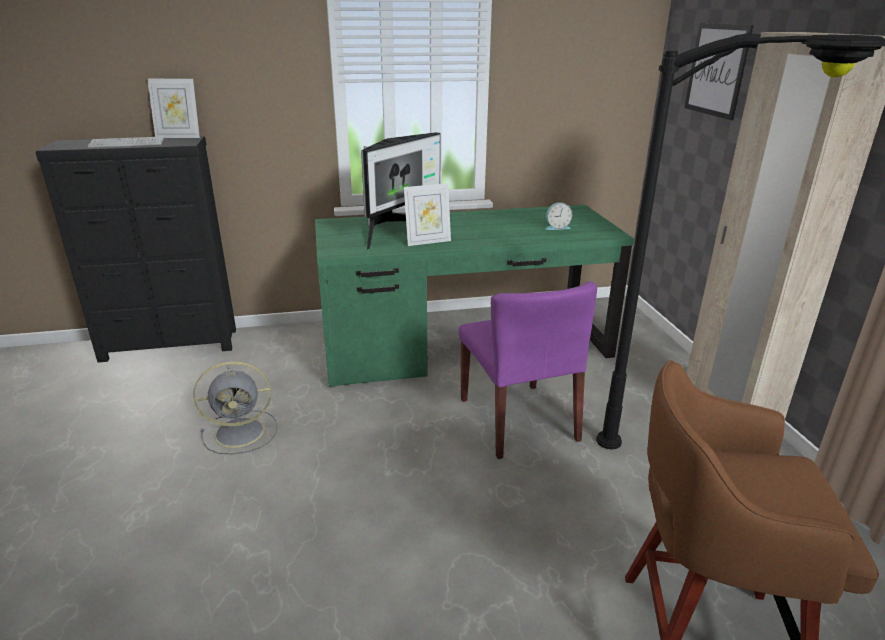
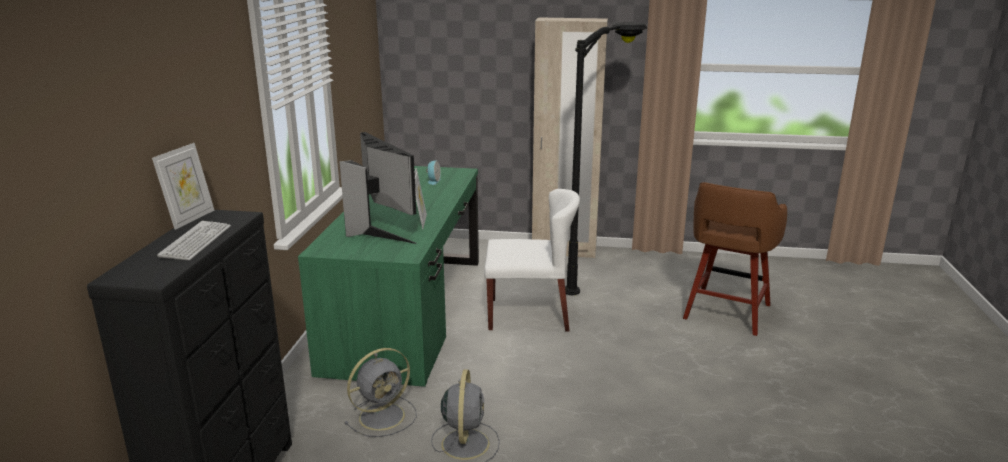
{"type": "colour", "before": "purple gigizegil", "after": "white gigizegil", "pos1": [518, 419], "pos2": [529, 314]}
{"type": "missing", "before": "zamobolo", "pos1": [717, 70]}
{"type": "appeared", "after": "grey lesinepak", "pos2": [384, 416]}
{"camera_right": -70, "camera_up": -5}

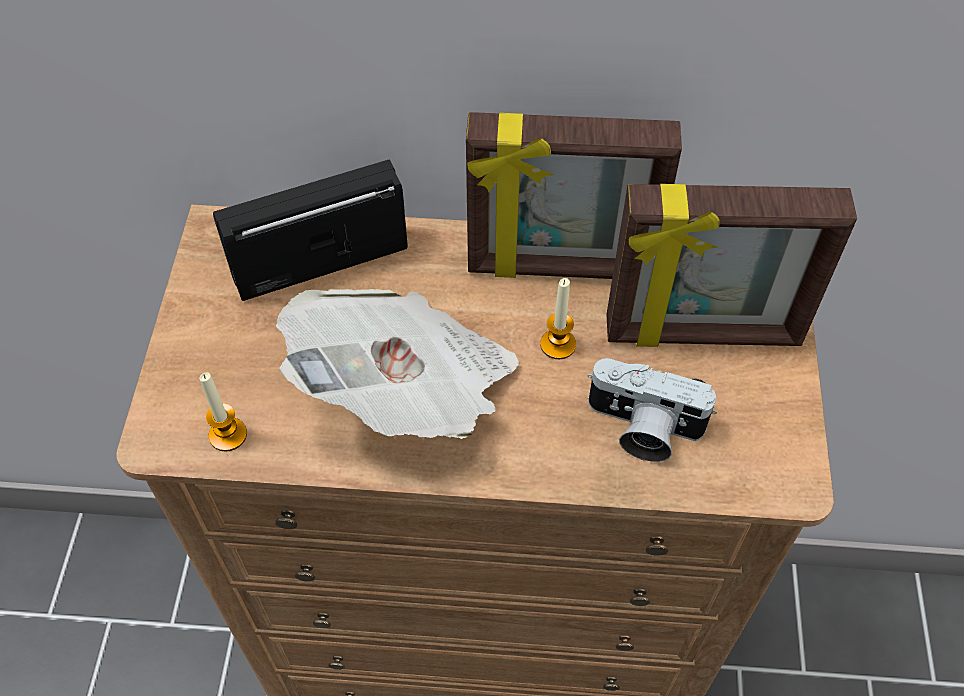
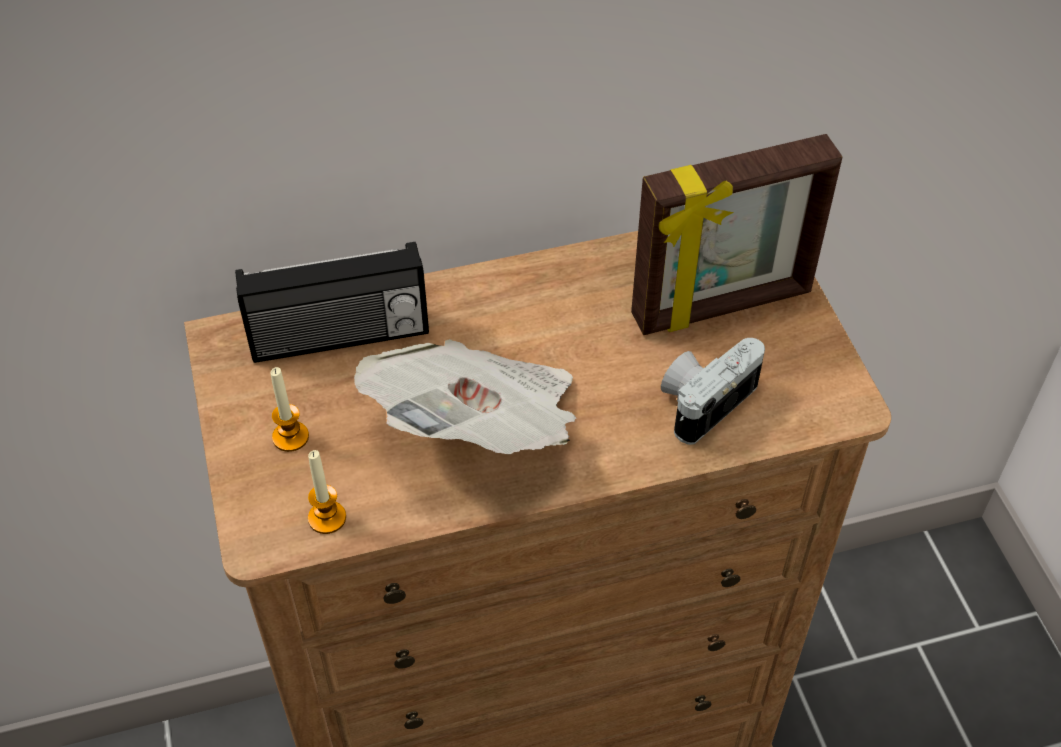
{"type": "spun", "before": "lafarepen", "pos1": [320, 260], "pos2": [340, 338], "turn": -150}
{"type": "missing", "before": "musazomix", "pos1": [560, 268]}
{"type": "relocated", "before": "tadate", "pos1": [558, 344], "pos2": [290, 437]}
{"type": "spun", "before": "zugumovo", "pos1": [642, 428], "pos2": [704, 400], "turn": 135}
{"camera_right": -20, "camera_up": -5}

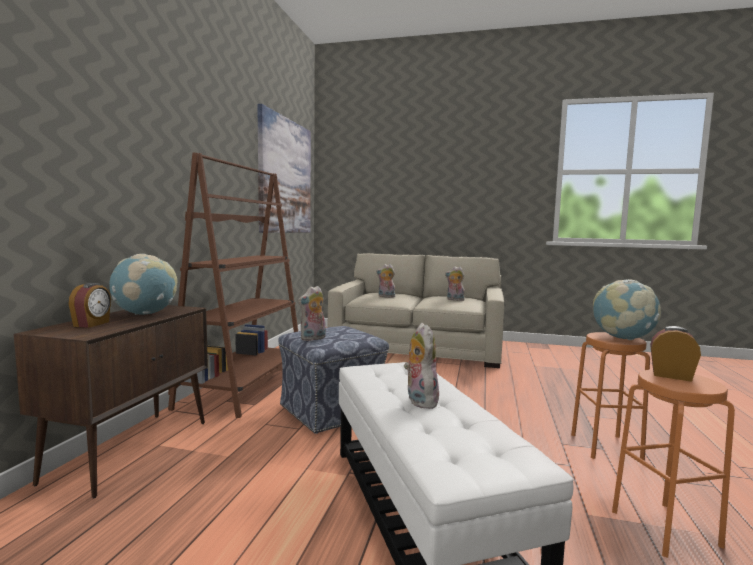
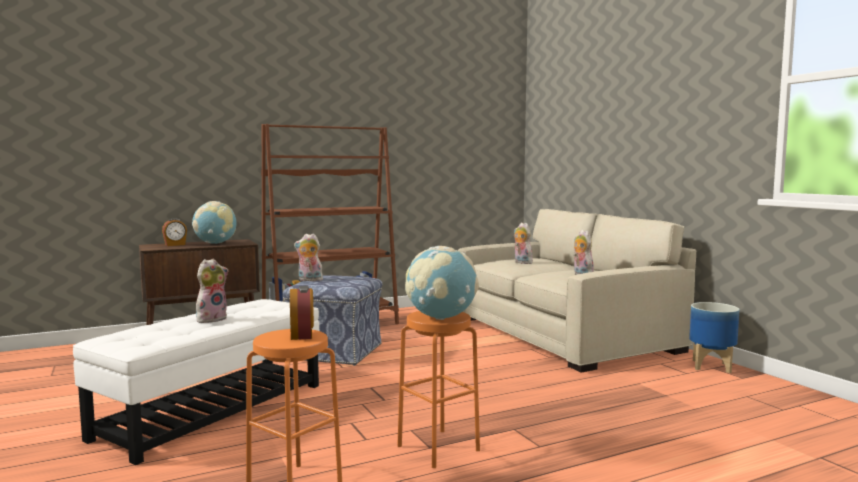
{"type": "missing", "before": "zamobolo", "pos1": [285, 176]}
{"type": "appeared", "after": "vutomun", "pos2": [712, 366]}
{"camera_right": 50, "camera_up": 0}

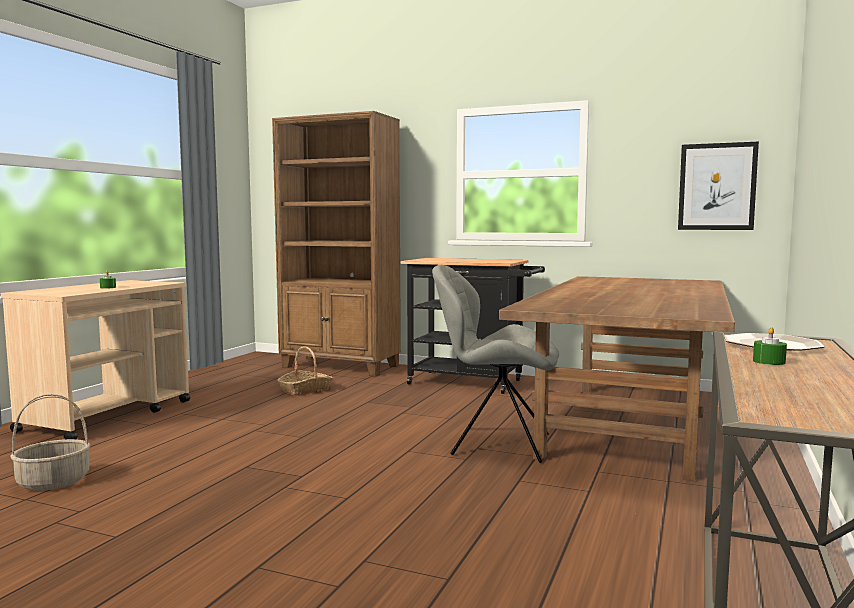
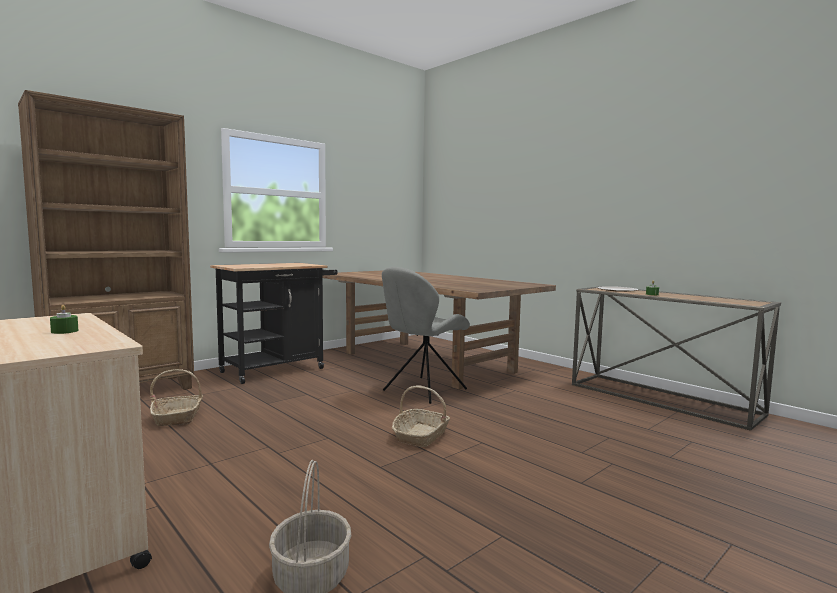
{"type": "missing", "before": "zamobolo", "pos1": [717, 187]}
{"type": "appeared", "after": "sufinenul", "pos2": [421, 436]}
{"camera_right": -65, "camera_up": 0}

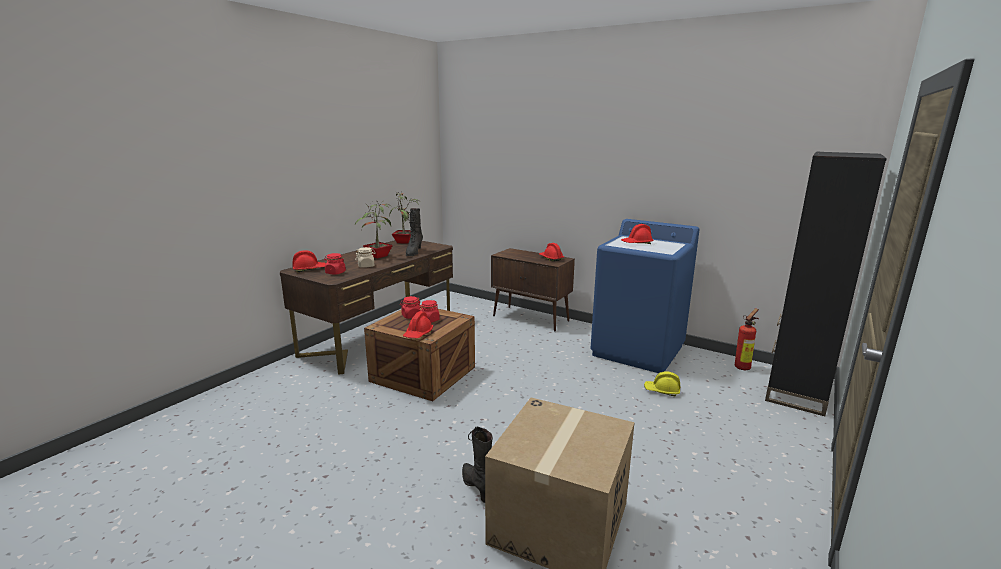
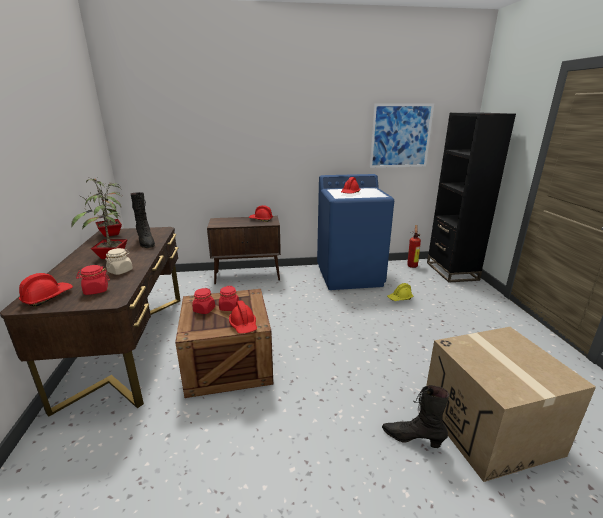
{"type": "appeared", "after": "zamobolo", "pos2": [400, 136]}
{"camera_right": -40, "camera_up": 5}

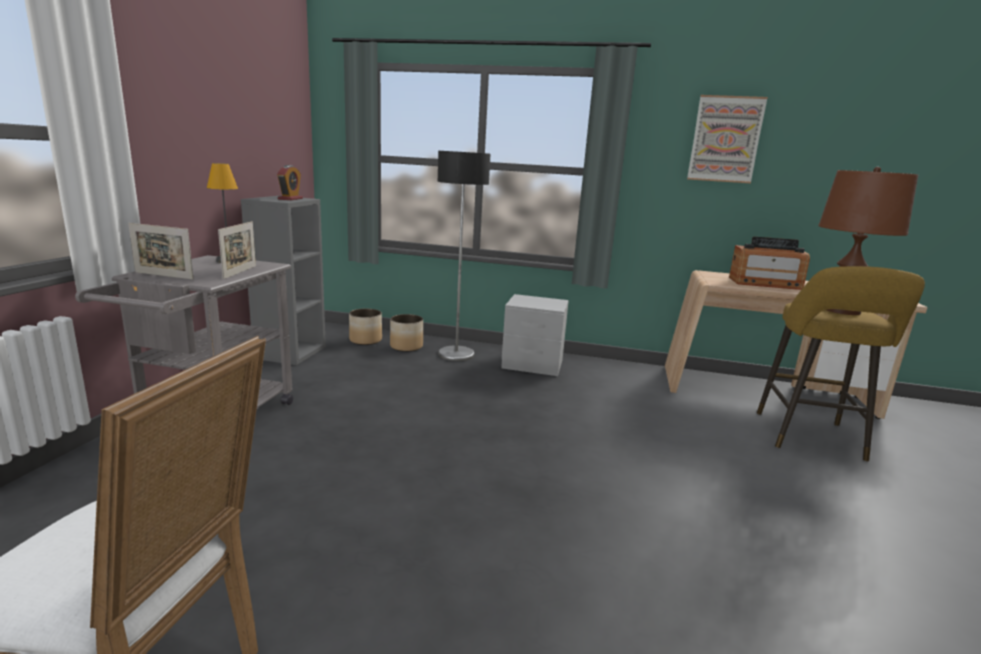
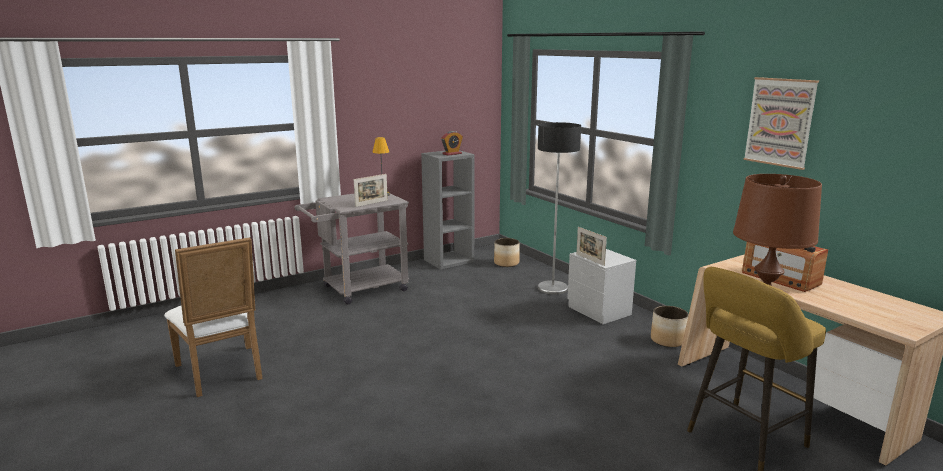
{"type": "relocated", "before": "musazomix", "pos1": [164, 275], "pos2": [590, 259]}
{"type": "relocated", "before": "vutomun", "pos1": [406, 346], "pos2": [668, 340]}
{"camera_right": 45, "camera_up": 0}

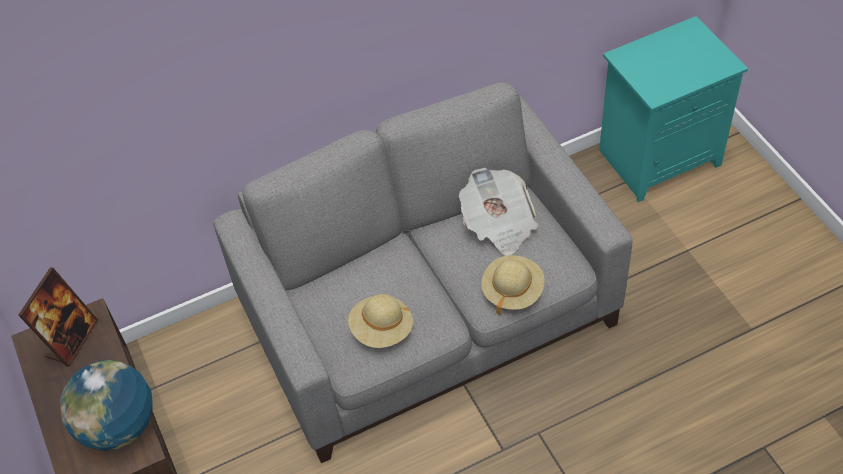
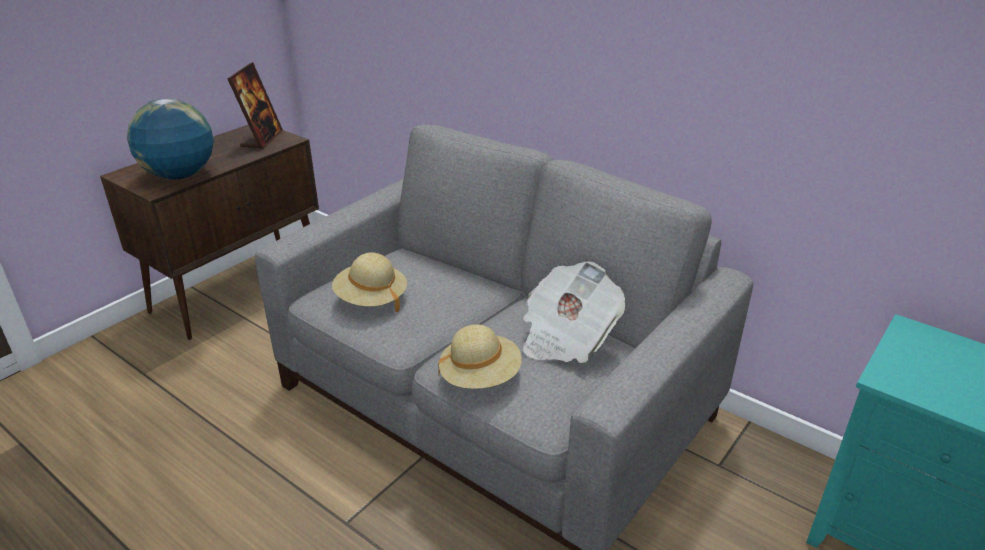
{"type": "spun", "before": "musazomix", "pos1": [72, 340], "pos2": [261, 139], "turn": -75}
{"camera_right": 60, "camera_up": -20}

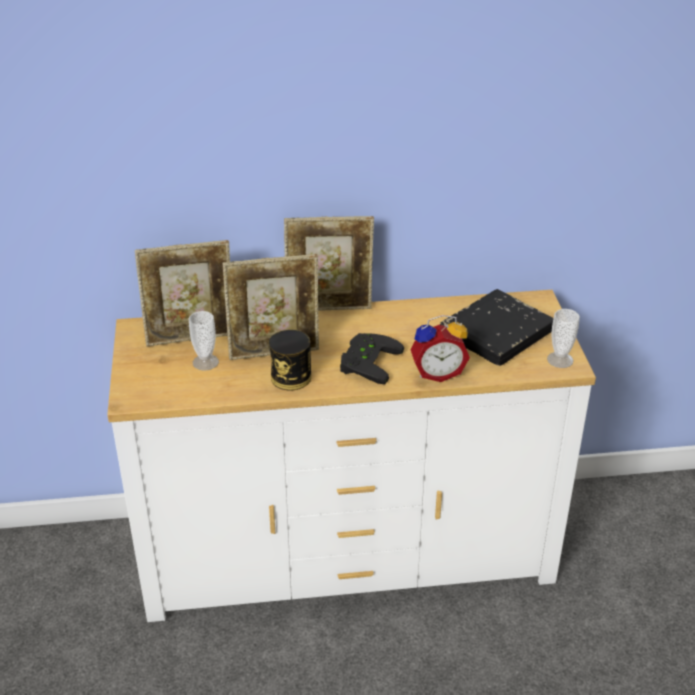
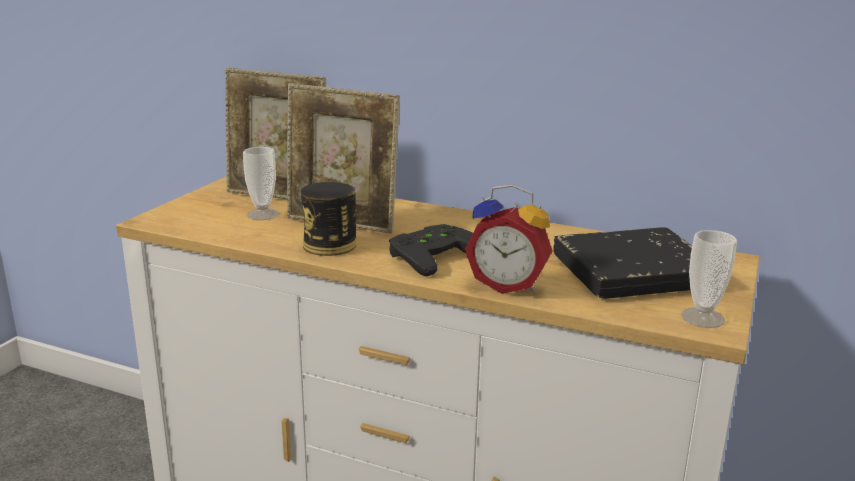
{"type": "missing", "before": "musazomix", "pos1": [329, 307]}
{"camera_right": 30, "camera_up": -15}

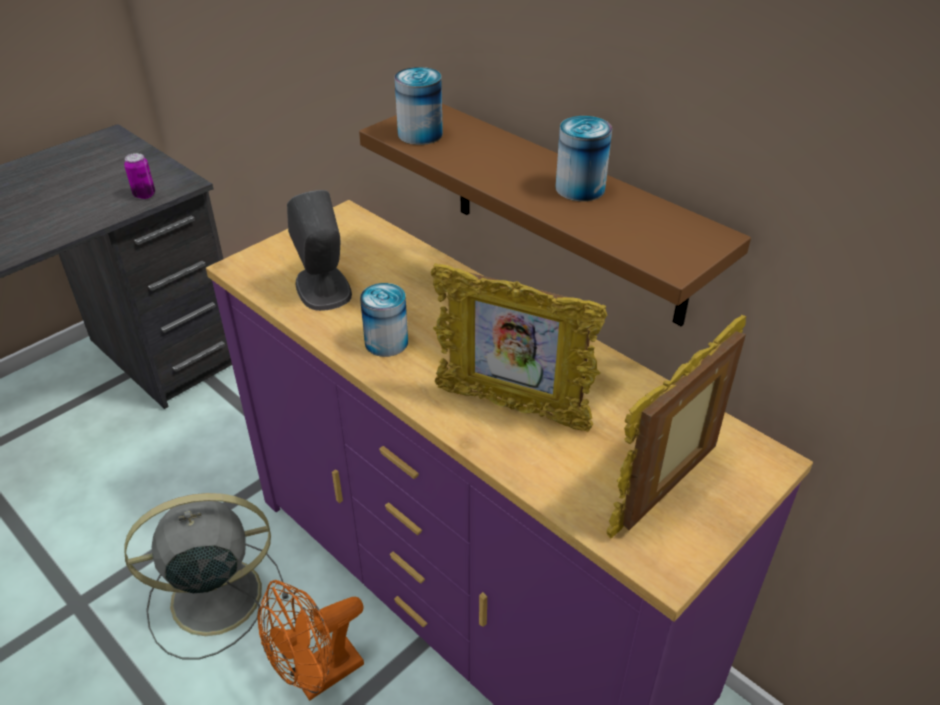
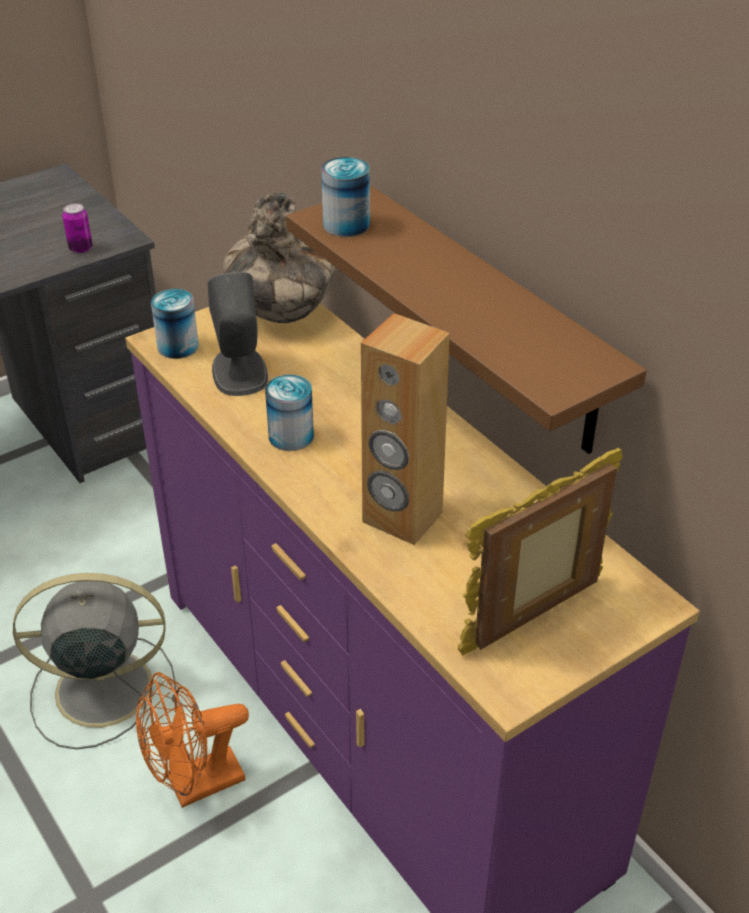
{"type": "exchanged", "before": "musazomix", "after": "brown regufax", "pos1": [512, 408], "pos2": [402, 518]}
{"type": "relocated", "before": "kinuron", "pos1": [580, 188], "pos2": [178, 346]}
{"type": "appeared", "after": "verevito", "pos2": [282, 312]}
{"camera_right": 10, "camera_up": 0}

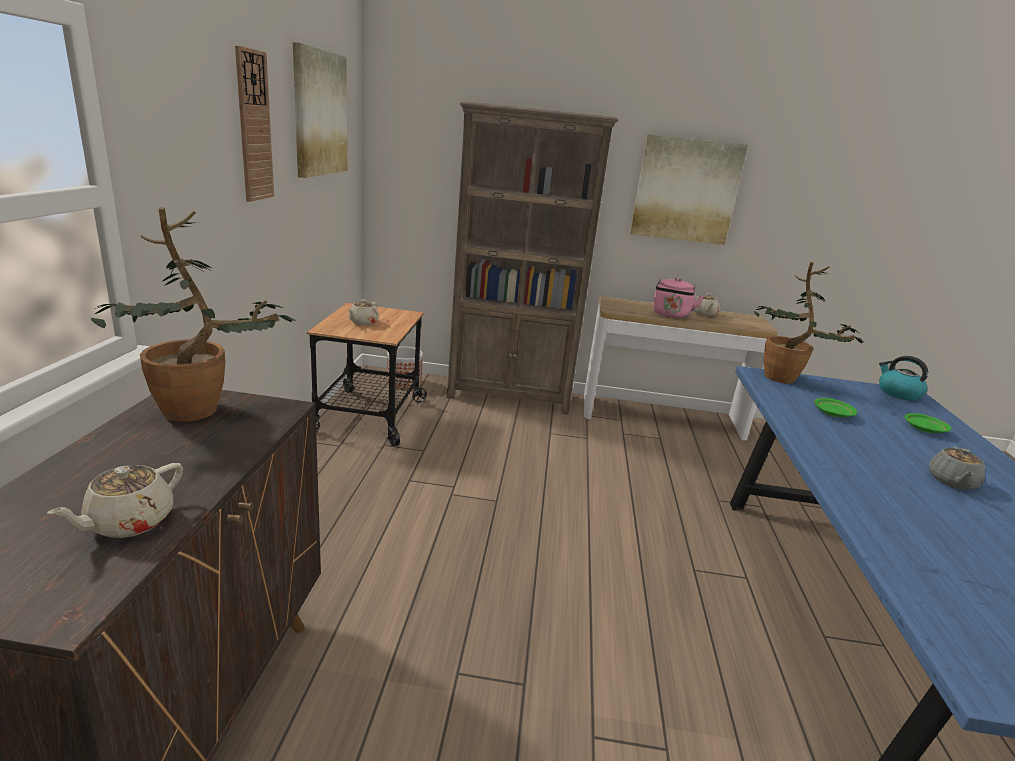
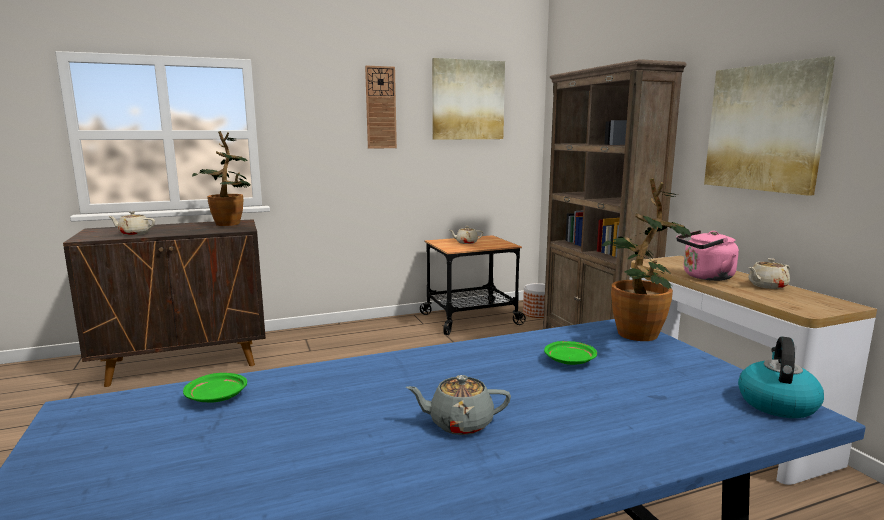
{"type": "relocated", "before": "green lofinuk", "pos1": [924, 429], "pos2": [217, 397]}
{"camera_right": 65, "camera_up": -10}

